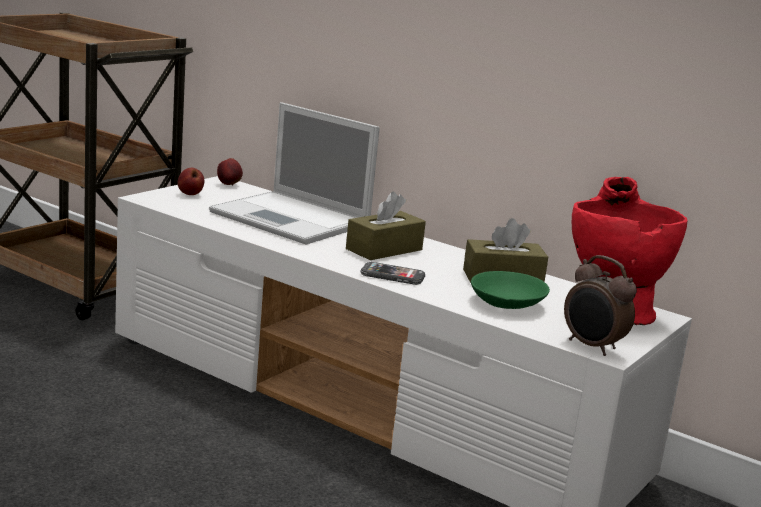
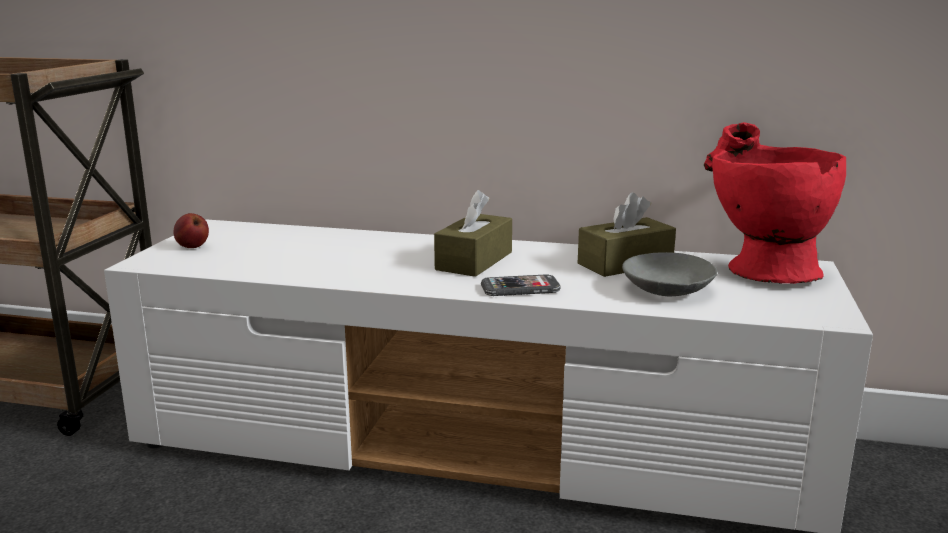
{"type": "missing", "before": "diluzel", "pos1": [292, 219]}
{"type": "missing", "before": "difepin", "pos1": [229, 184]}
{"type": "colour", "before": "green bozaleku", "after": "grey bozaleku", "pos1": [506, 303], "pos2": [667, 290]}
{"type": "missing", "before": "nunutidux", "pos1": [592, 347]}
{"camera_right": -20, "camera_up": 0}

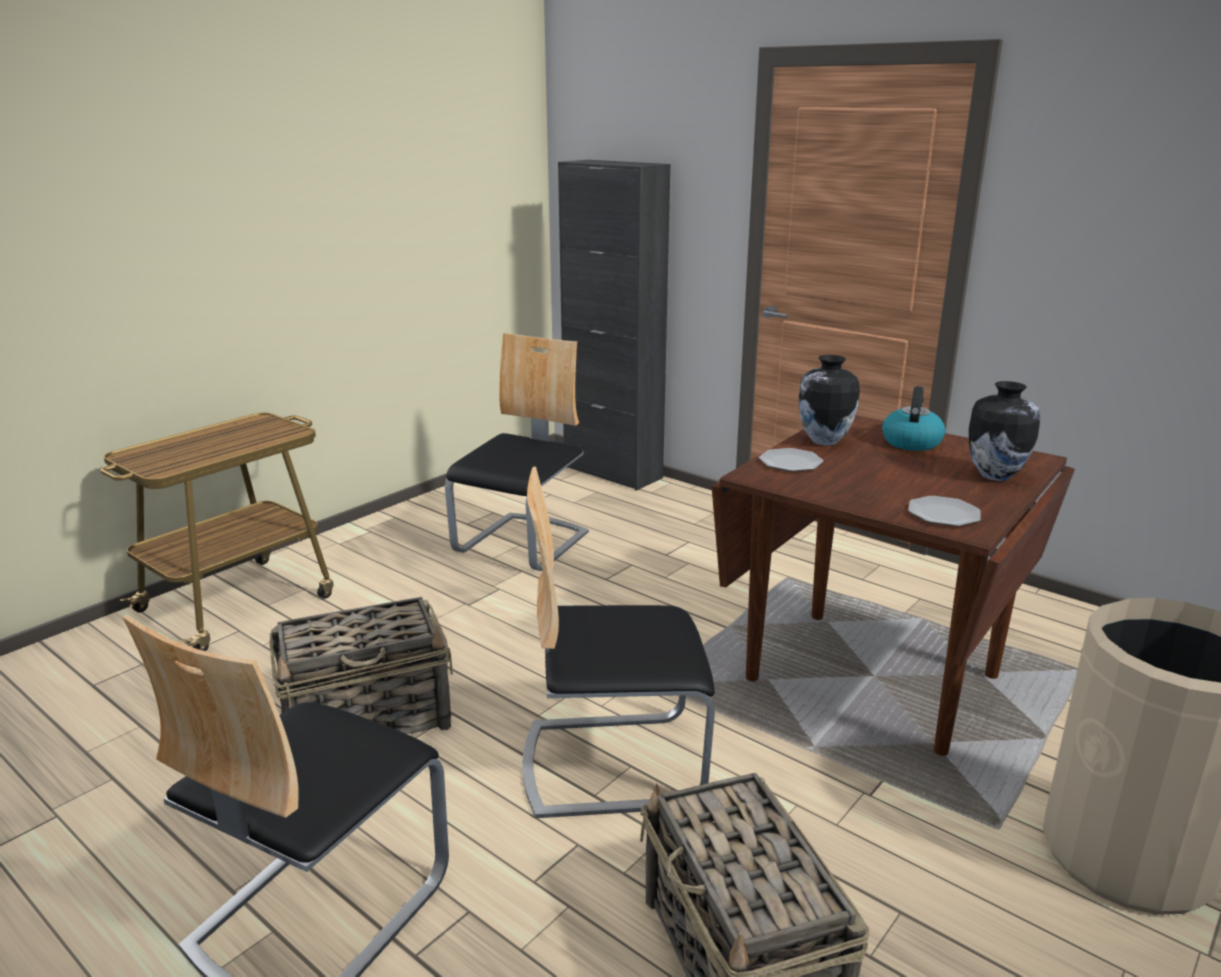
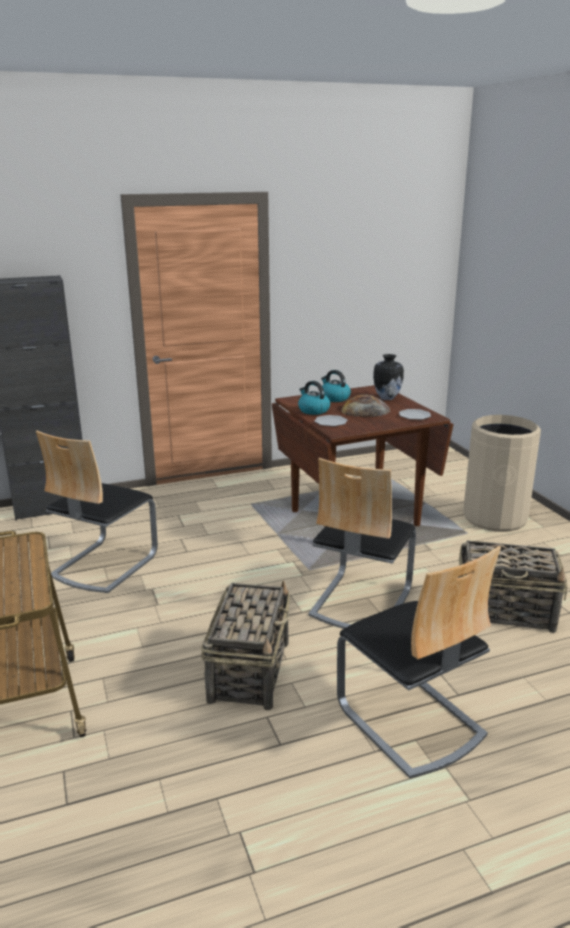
{"type": "spun", "before": "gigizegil", "pos1": [523, 543], "pos2": [104, 565], "turn": -120}
{"type": "exchanged", "before": "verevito", "after": "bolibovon", "pos1": [823, 441], "pos2": [313, 410]}
{"type": "appeared", "after": "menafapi", "pos2": [365, 410]}
{"camera_right": -60, "camera_up": 0}

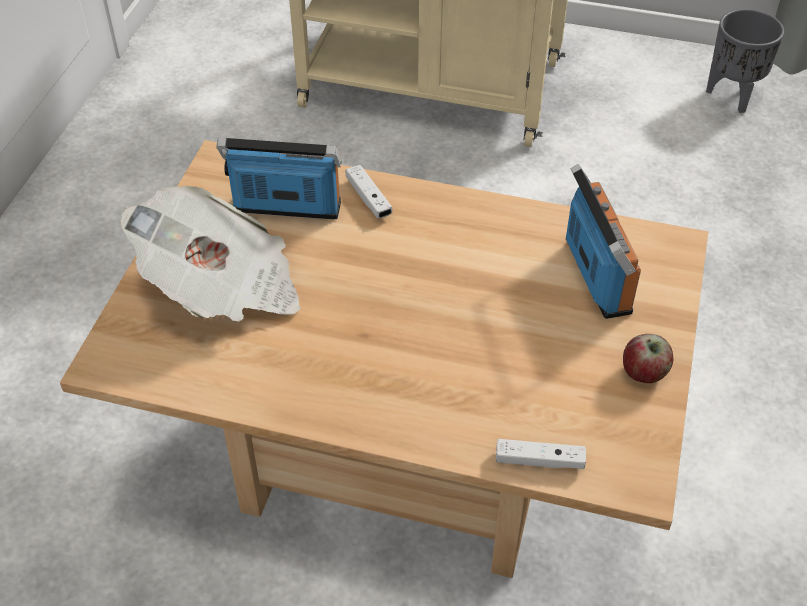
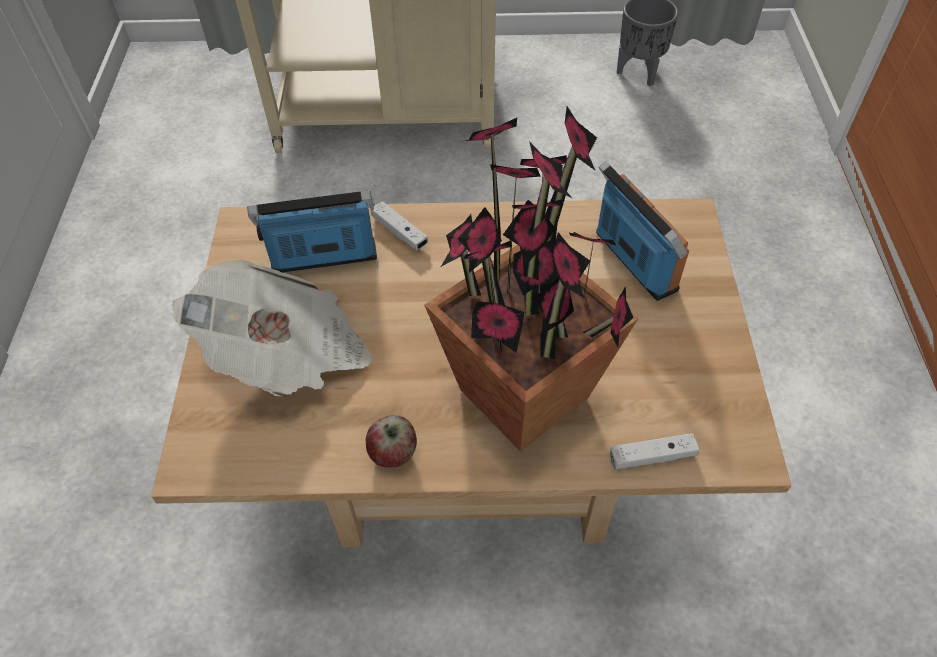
{"type": "relocated", "before": "difepin", "pos1": [644, 373], "pos2": [393, 453]}
{"type": "appeared", "after": "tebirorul", "pos2": [522, 396]}
{"camera_right": -15, "camera_up": 5}

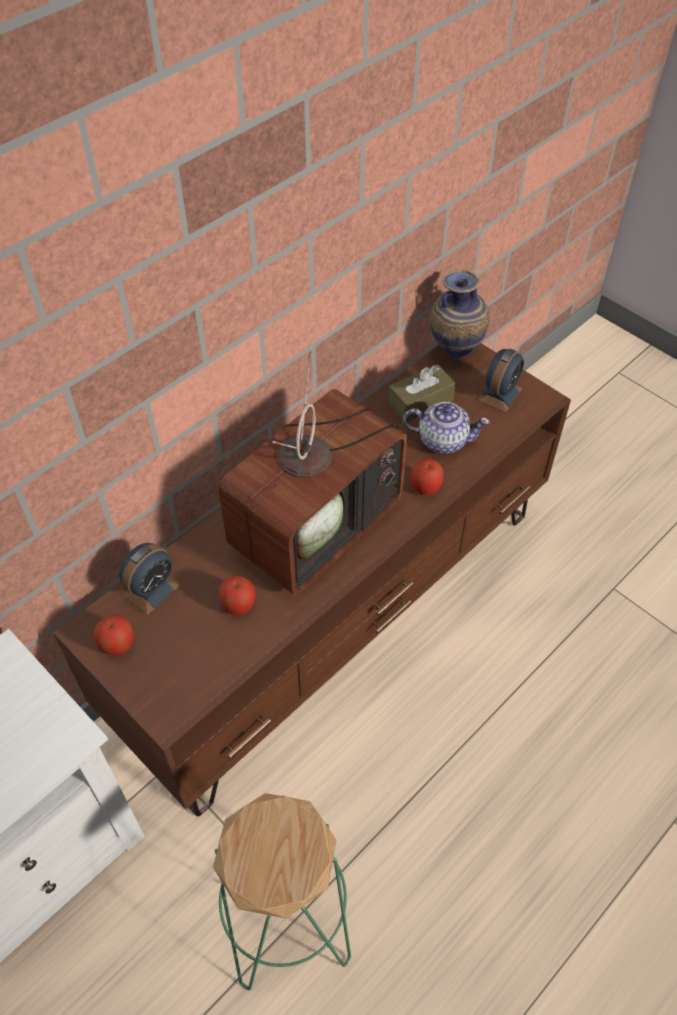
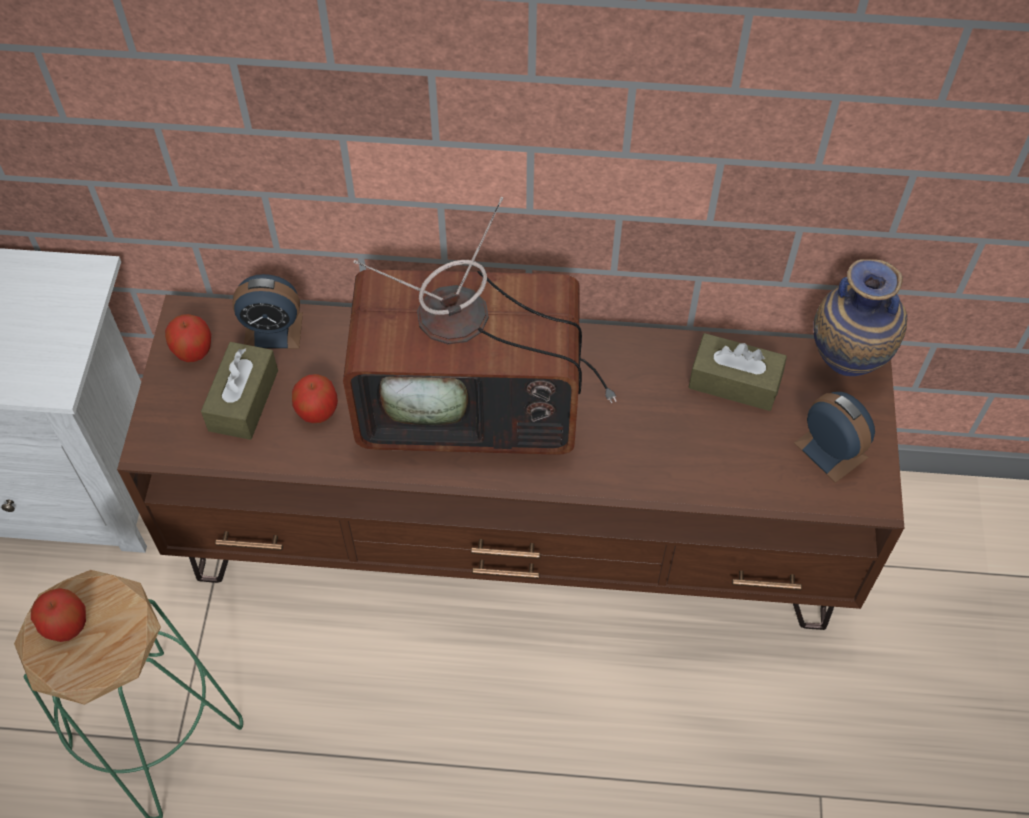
{"type": "missing", "before": "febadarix", "pos1": [442, 440]}
{"type": "relocated", "before": "difepin", "pos1": [425, 487], "pos2": [66, 625]}
{"type": "spun", "before": "nunutidux", "pos1": [500, 394], "pos2": [830, 450], "turn": -120}
{"type": "appeared", "after": "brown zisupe", "pos2": [243, 400]}
{"camera_right": 50, "camera_up": 5}

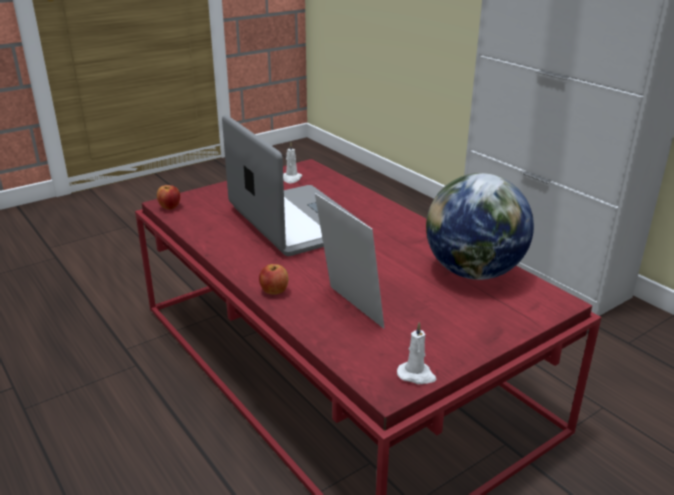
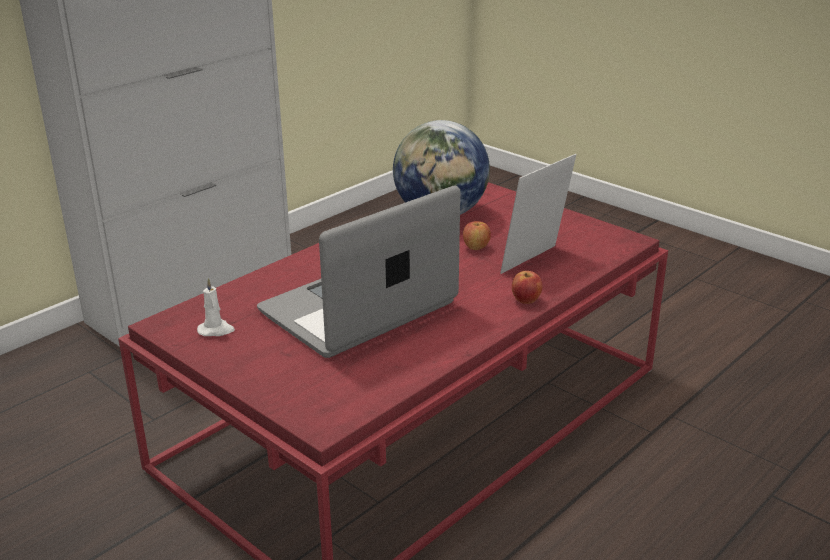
{"type": "relocated", "before": "difepin", "pos1": [170, 207], "pos2": [476, 247]}
{"type": "missing", "before": "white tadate", "pos1": [417, 375]}
{"camera_right": -100, "camera_up": 0}

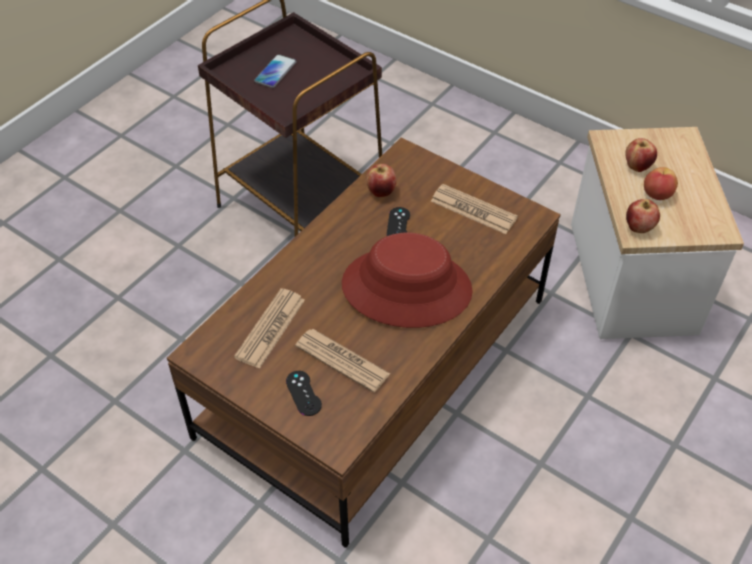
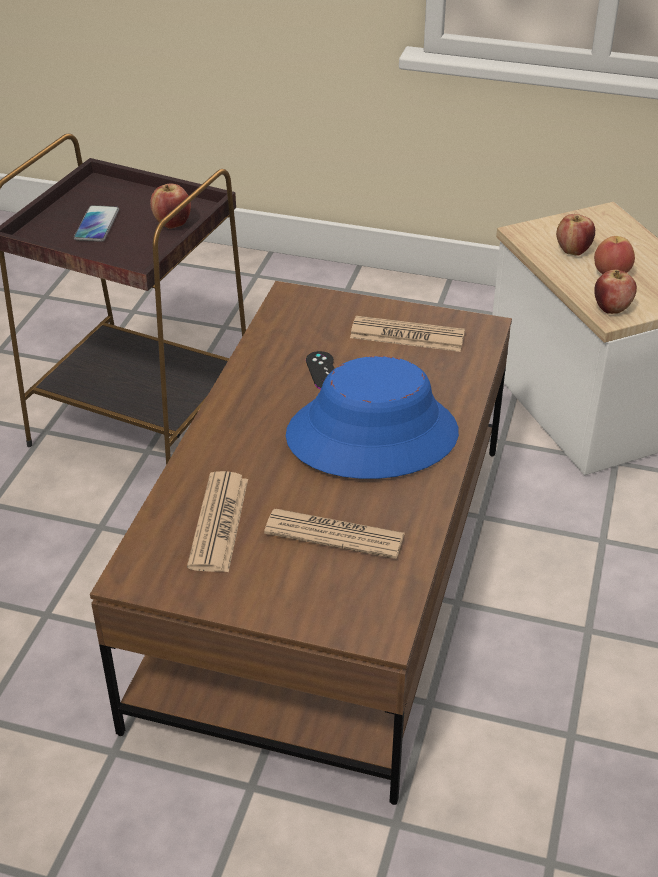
{"type": "missing", "before": "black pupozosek", "pos1": [303, 393]}
{"type": "colour", "before": "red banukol", "after": "blue banukol", "pos1": [407, 287], "pos2": [372, 435]}
{"type": "relocated", "before": "difepin", "pos1": [381, 192], "pos2": [172, 223]}
{"camera_right": -20, "camera_up": -10}

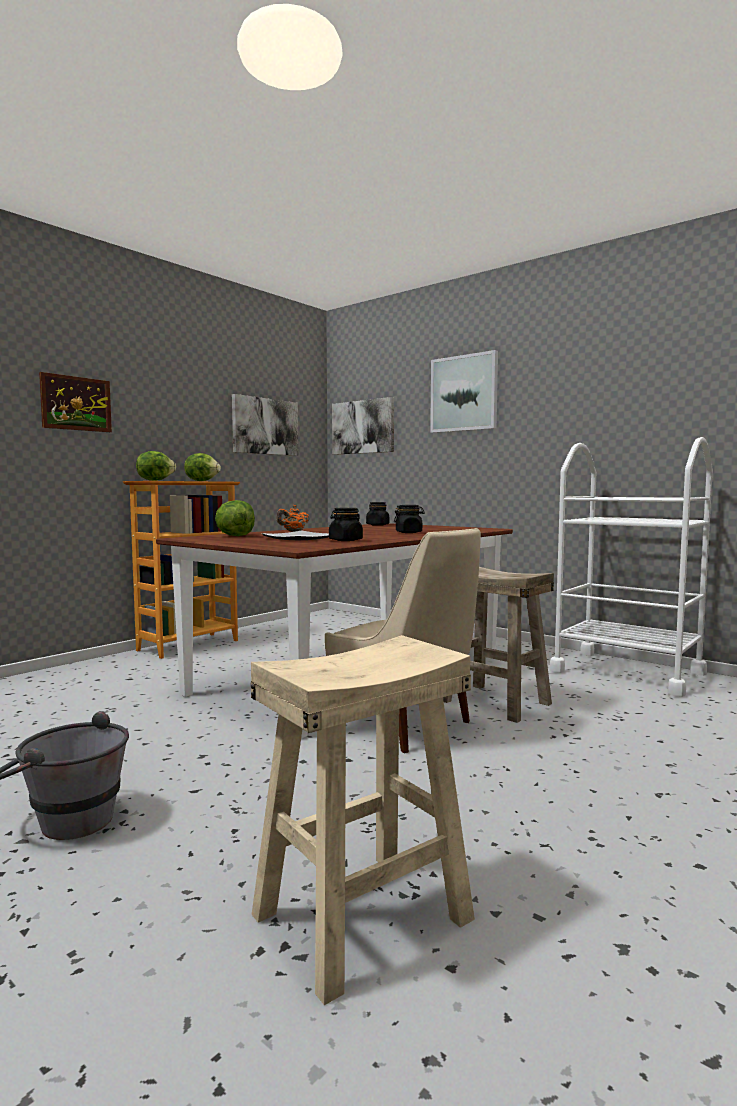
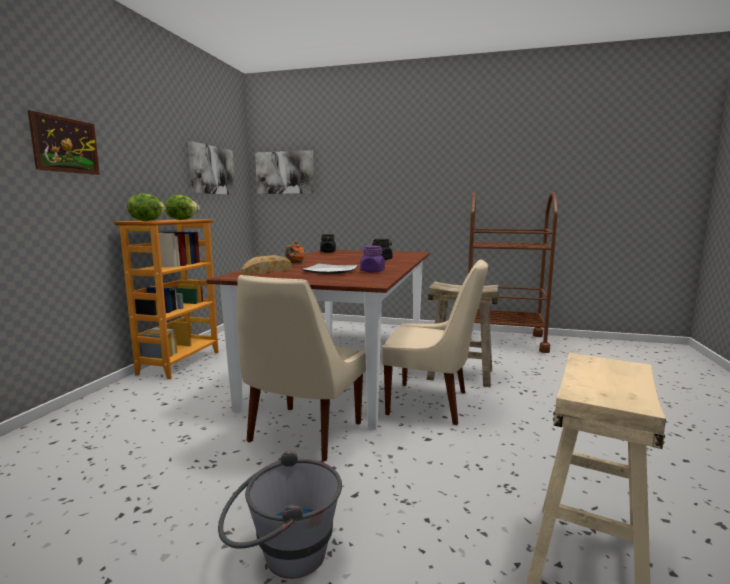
{"type": "exchanged", "before": "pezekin", "after": "menafapi", "pos1": [235, 536], "pos2": [267, 271]}
{"type": "colour", "before": "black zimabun", "after": "purple zimabun", "pos1": [345, 540], "pos2": [372, 271]}
{"type": "missing", "before": "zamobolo", "pos1": [464, 393]}
{"type": "colour", "before": "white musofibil", "after": "brown musofibil", "pos1": [627, 672], "pos2": [503, 340]}
{"type": "appeared", "after": "beige gigizegil", "pos2": [303, 434]}
{"camera_right": -25, "camera_up": 5}

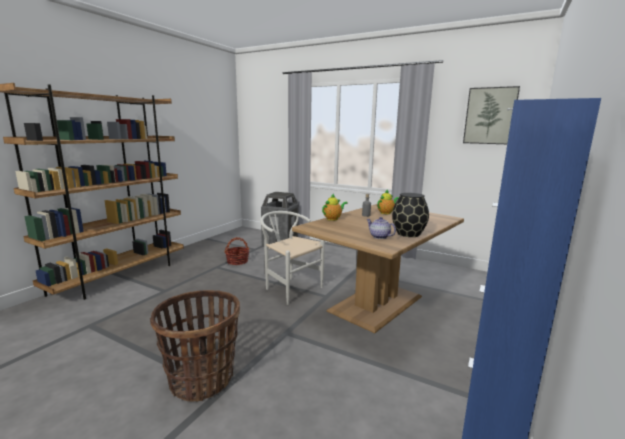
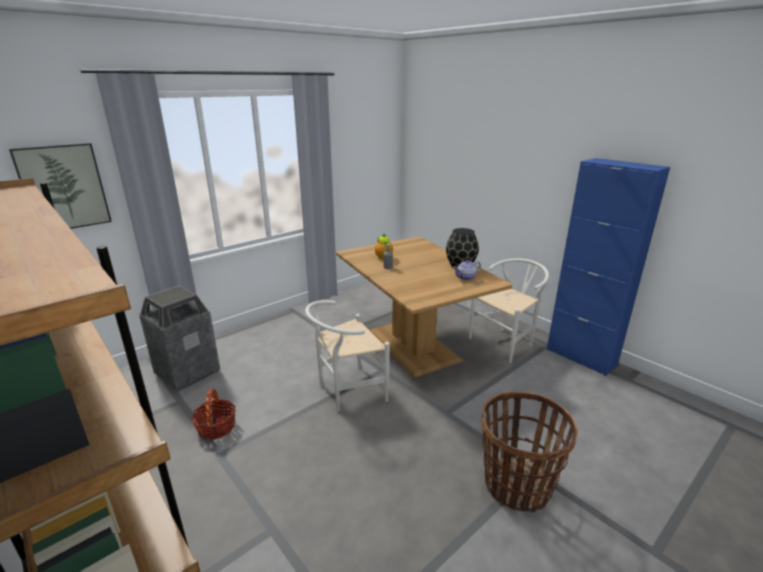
{"type": "missing", "before": "febadarix", "pos1": [333, 219]}
{"type": "relocated", "before": "zamobolo", "pos1": [490, 116], "pos2": [63, 187]}
{"type": "appeared", "after": "white gigizegil", "pos2": [505, 342]}
{"camera_right": -70, "camera_up": 10}

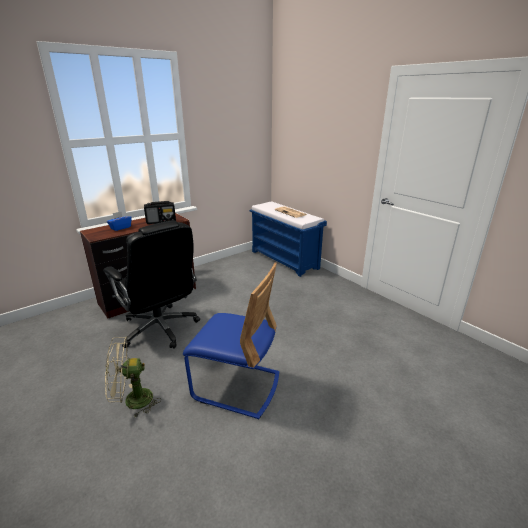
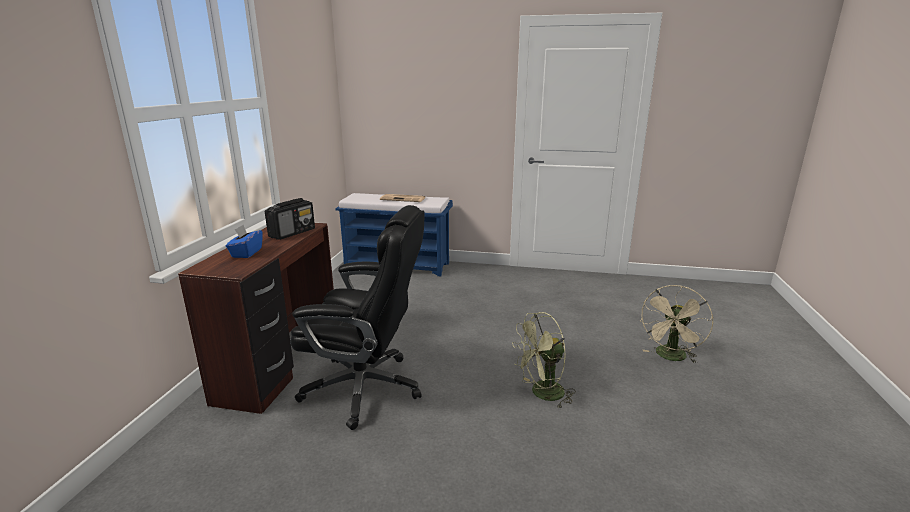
{"type": "relocated", "before": "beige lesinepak", "pos1": [132, 401], "pos2": [670, 357]}
{"type": "exchanged", "before": "blue gigizegil", "after": "green lesinepak", "pos1": [236, 386], "pos2": [541, 394]}
{"camera_right": -40, "camera_up": -5}

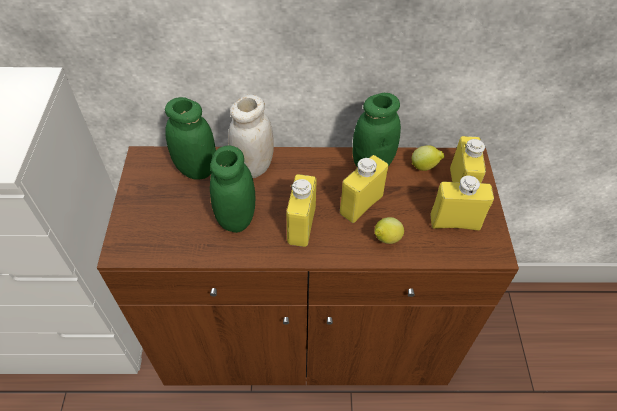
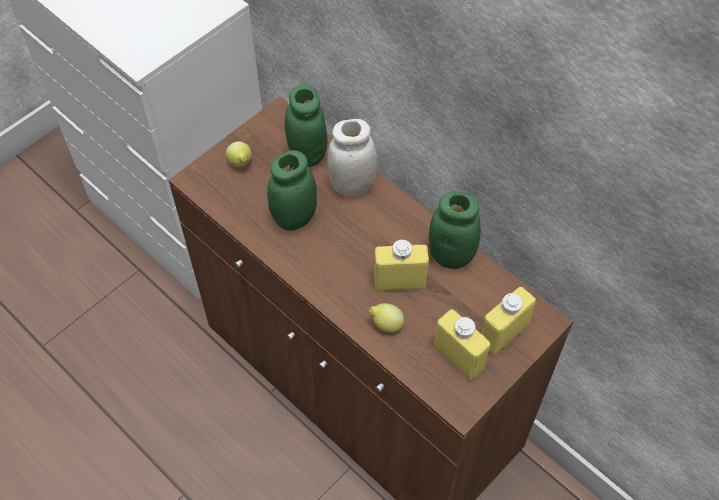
{"type": "missing", "before": "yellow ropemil", "pos1": [301, 226]}
{"type": "relocated", "before": "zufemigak", "pos1": [424, 167], "pos2": [240, 164]}
{"camera_right": 45, "camera_up": 5}

